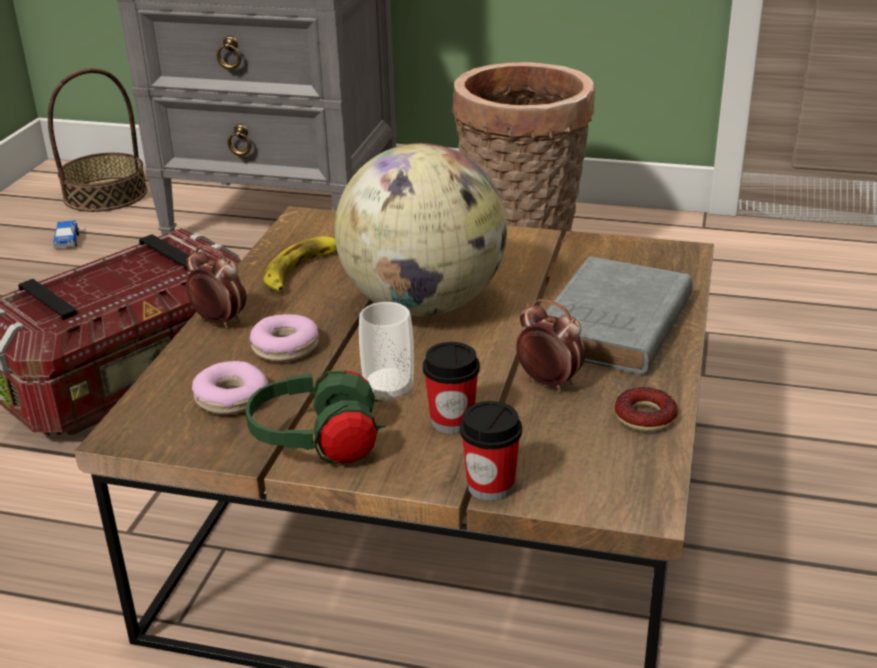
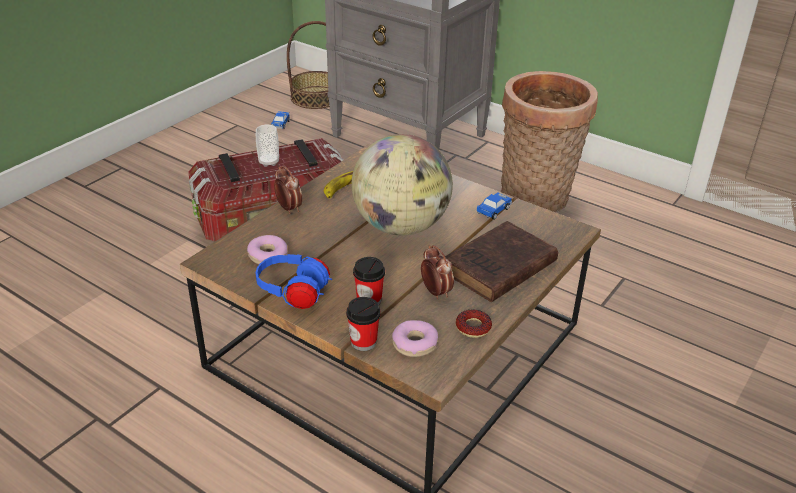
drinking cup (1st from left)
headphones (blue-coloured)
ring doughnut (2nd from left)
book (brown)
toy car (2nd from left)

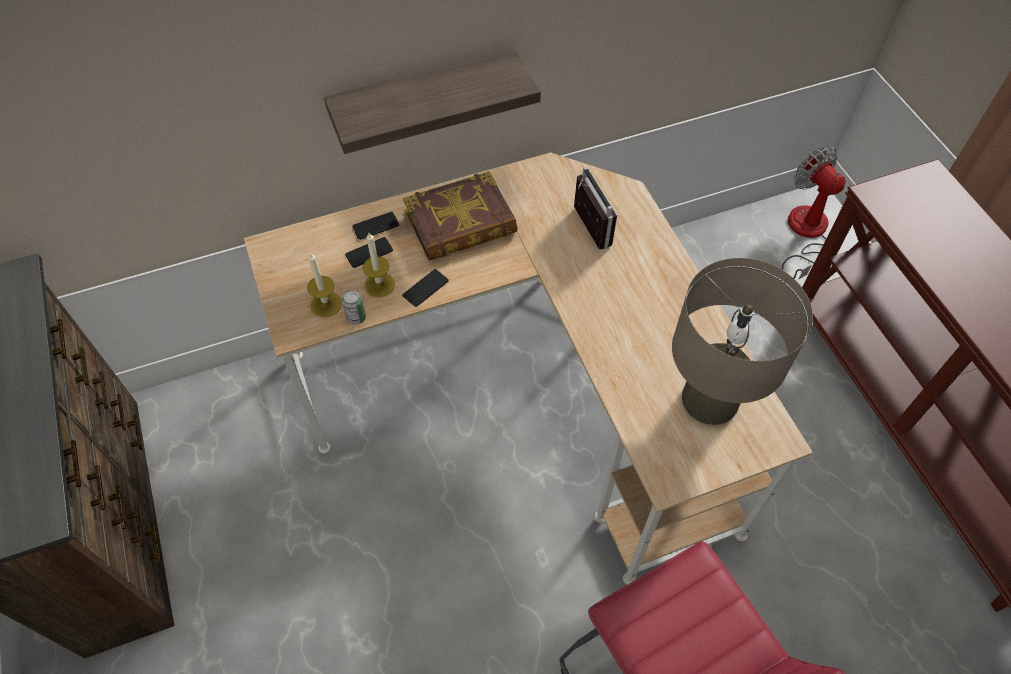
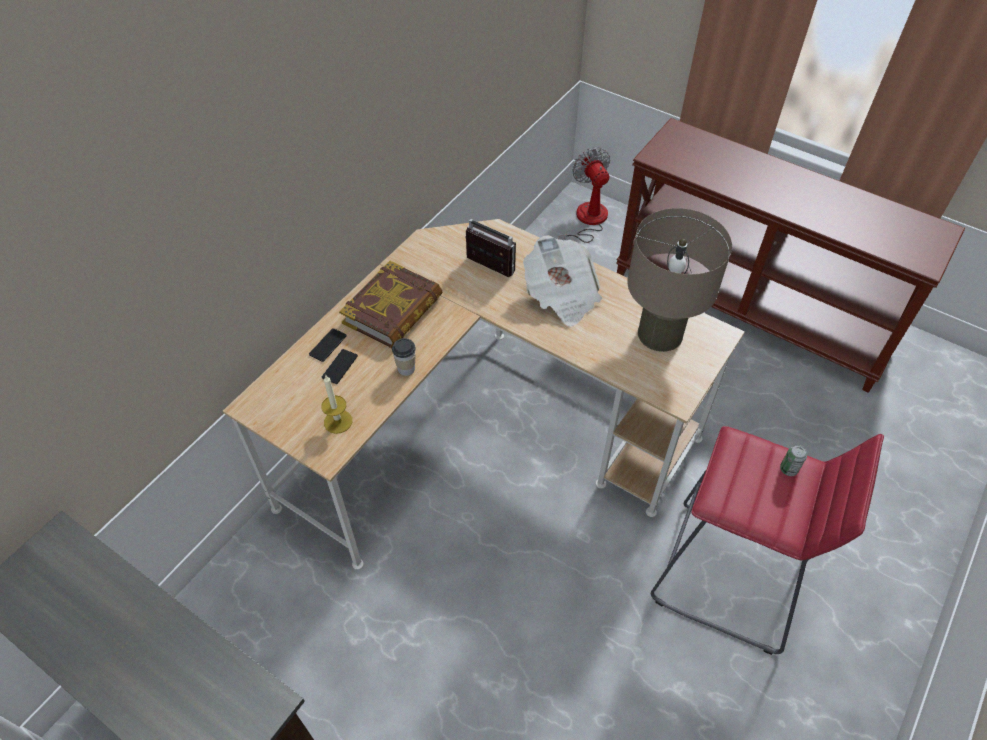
drinking cup
daily paper
electric fan
can
wall shelf
wax light (2nd from left in the first image)

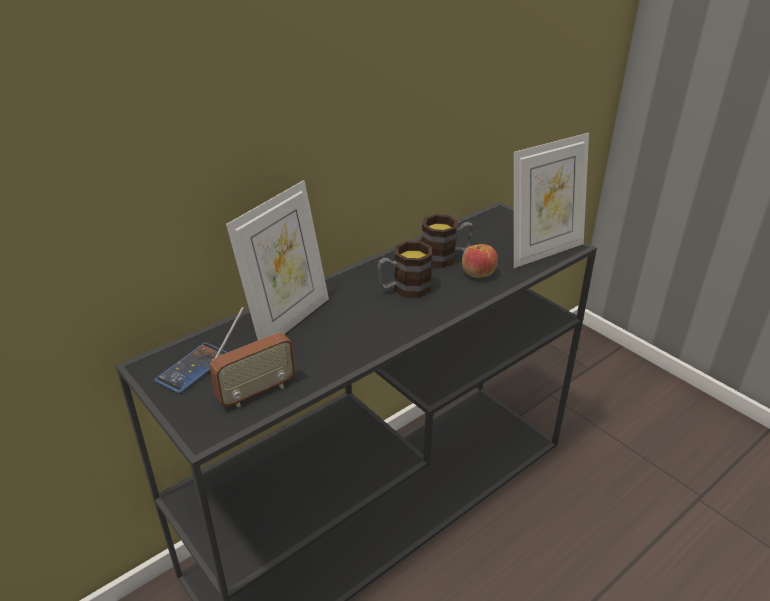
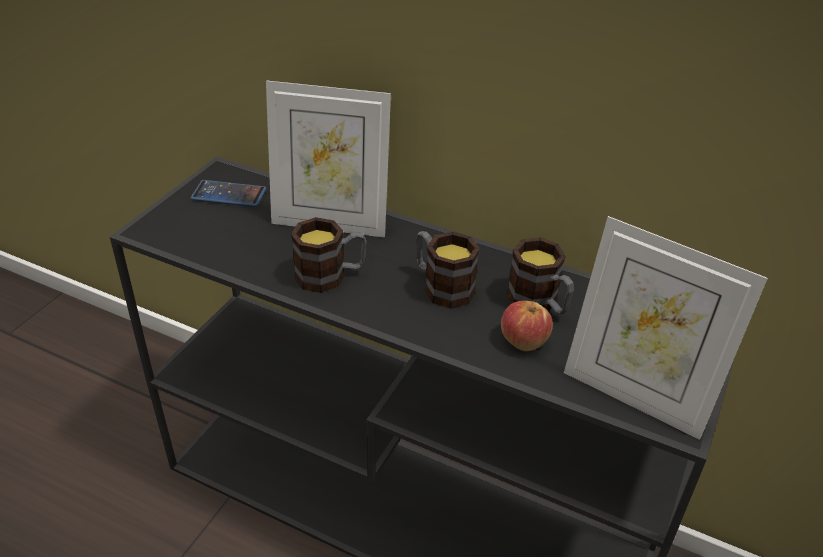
mug (1st from left)
radio

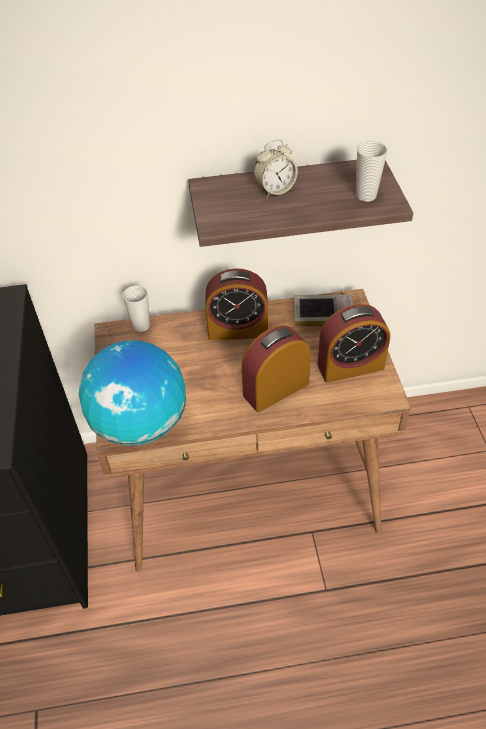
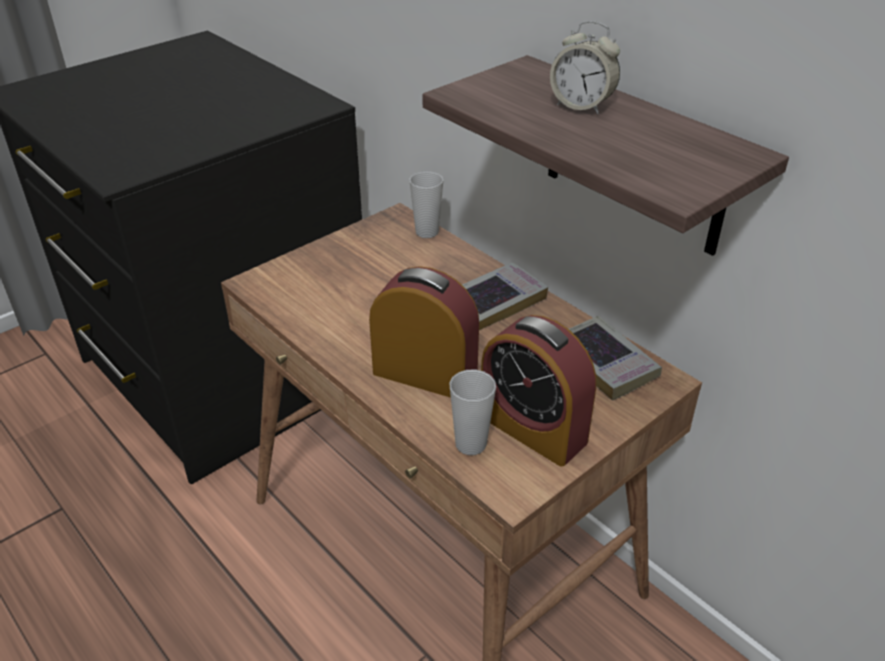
drinking cup (2nd from left)
book (1st from left)
globe

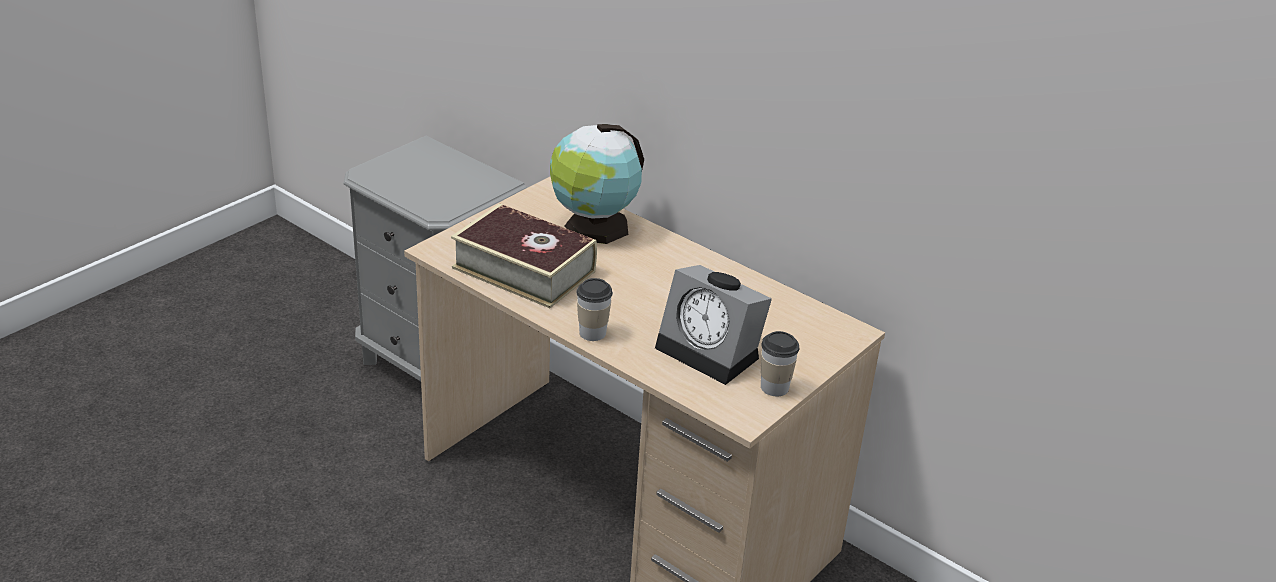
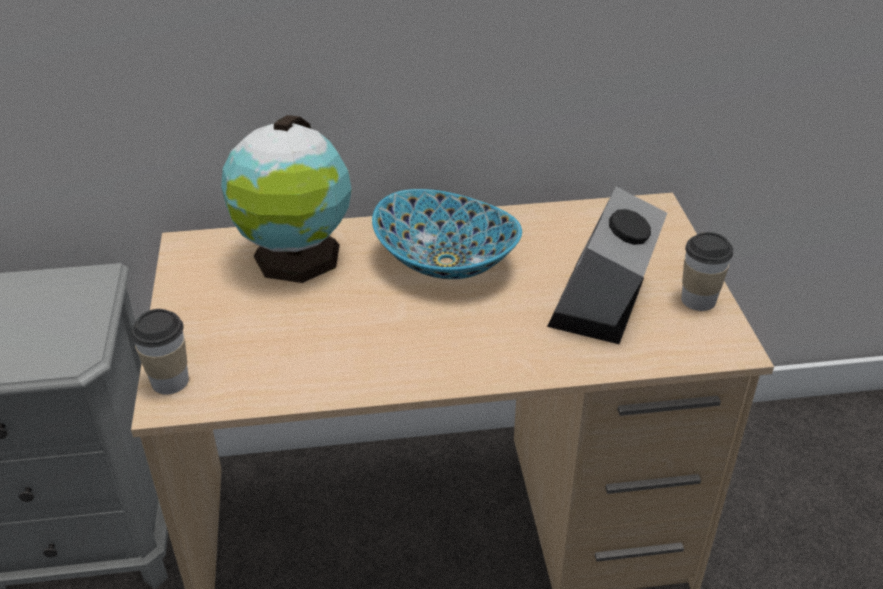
drinking cup (1st from left)
deep dish
bedside clock
book

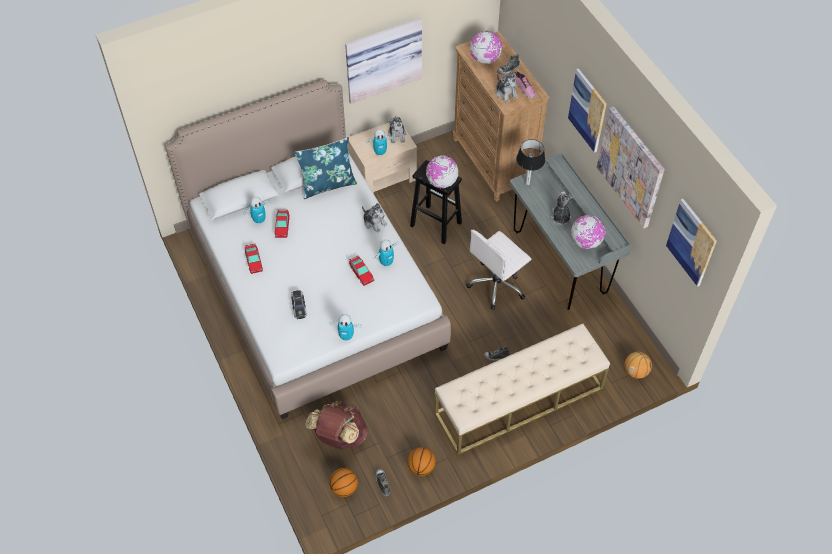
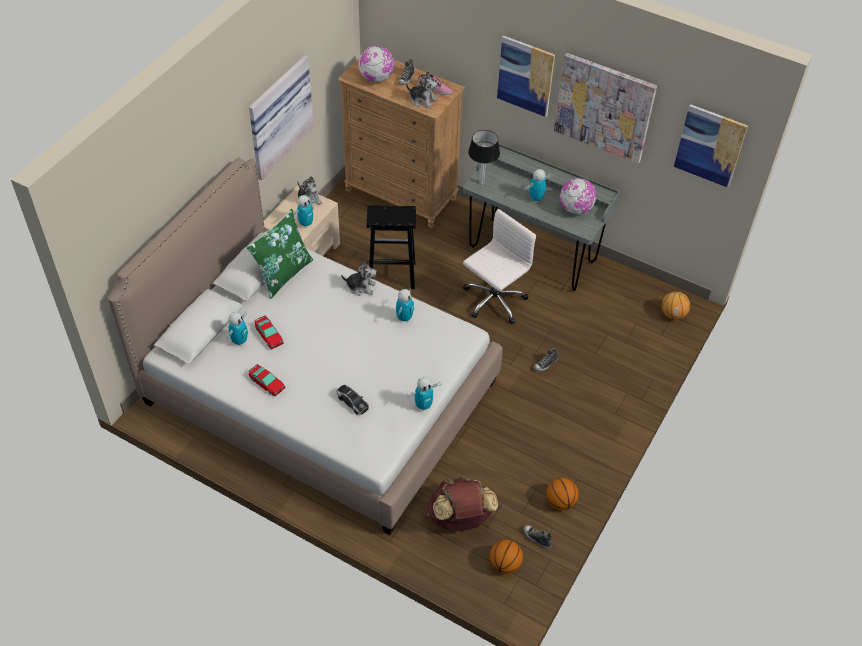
pillow (green-coloured)
office chair (whitish)
toy robot (5th from left)
toy car (4th from left in the first image)
globe (1st from left in the first image)
indoor bench (beige)

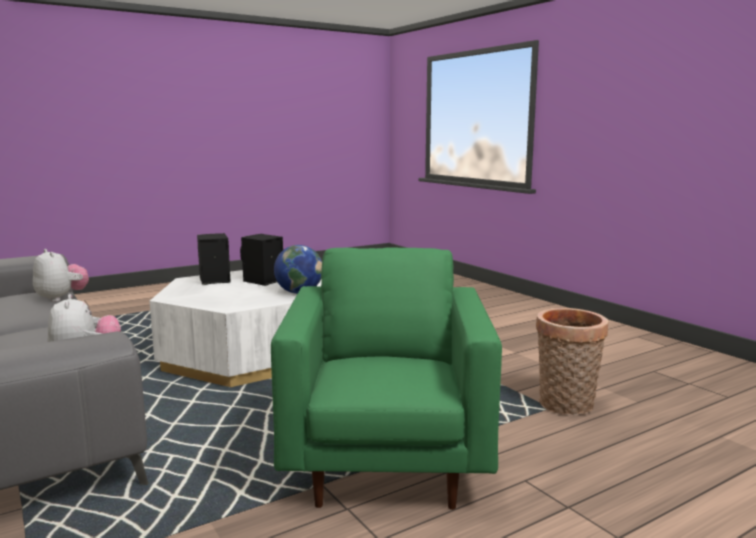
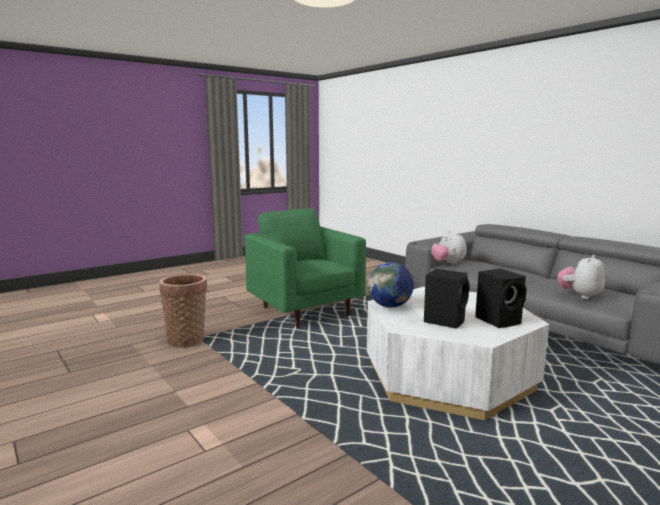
armchair (green-coloured)
plush toy (2nd from left)

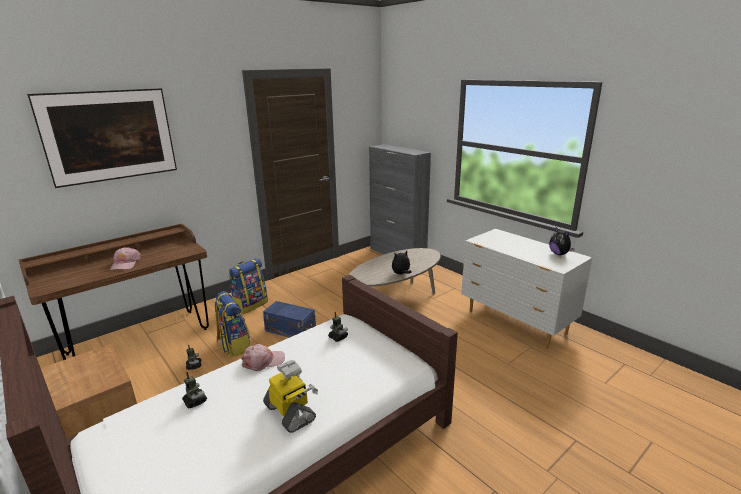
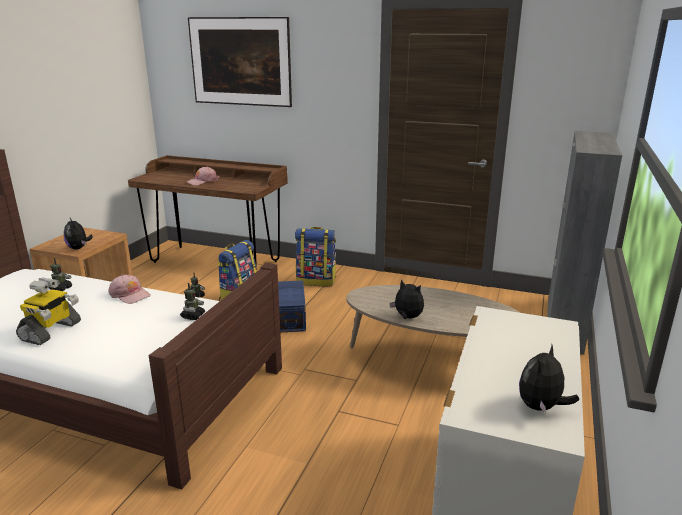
plush toy (1st from left)

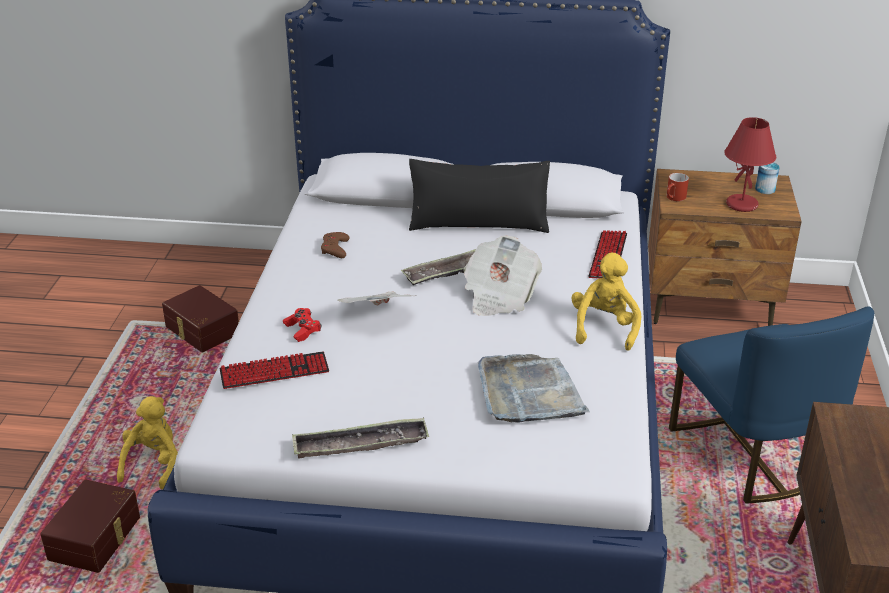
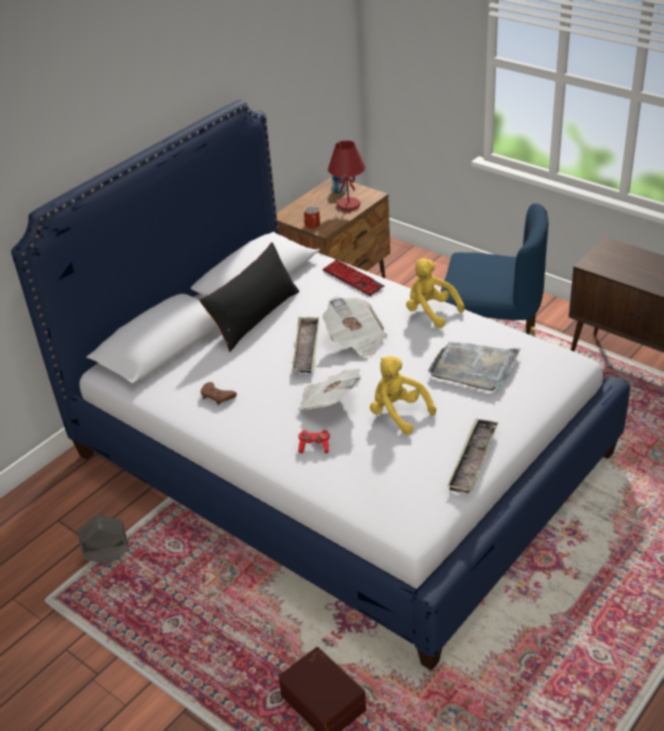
flower pot (greyish)
plush toy (yellowish) (1st from left)
PC keyboard (1st from left in the first image)

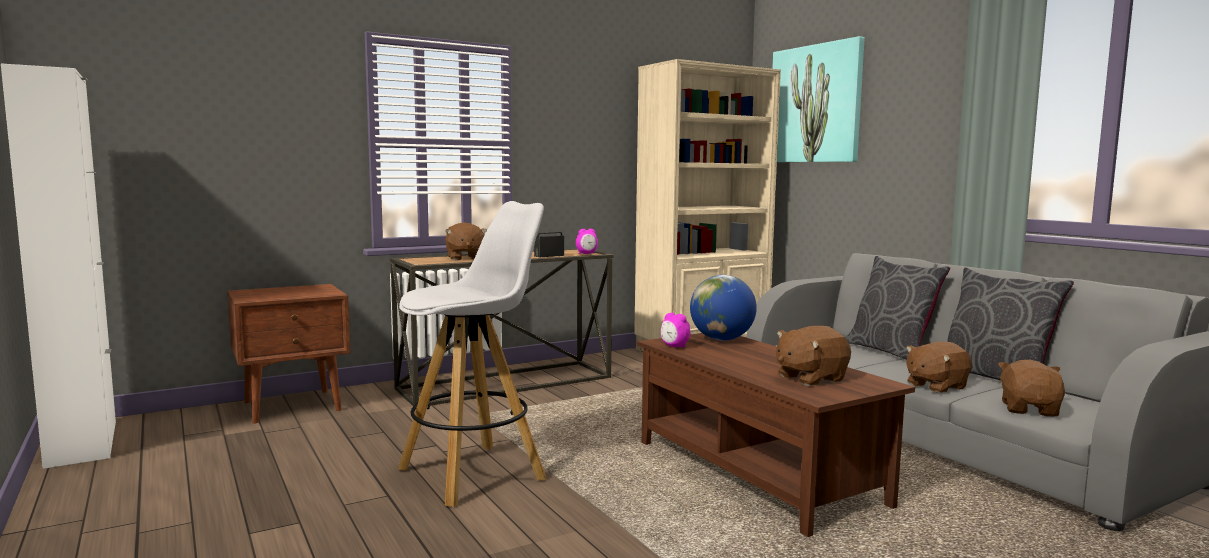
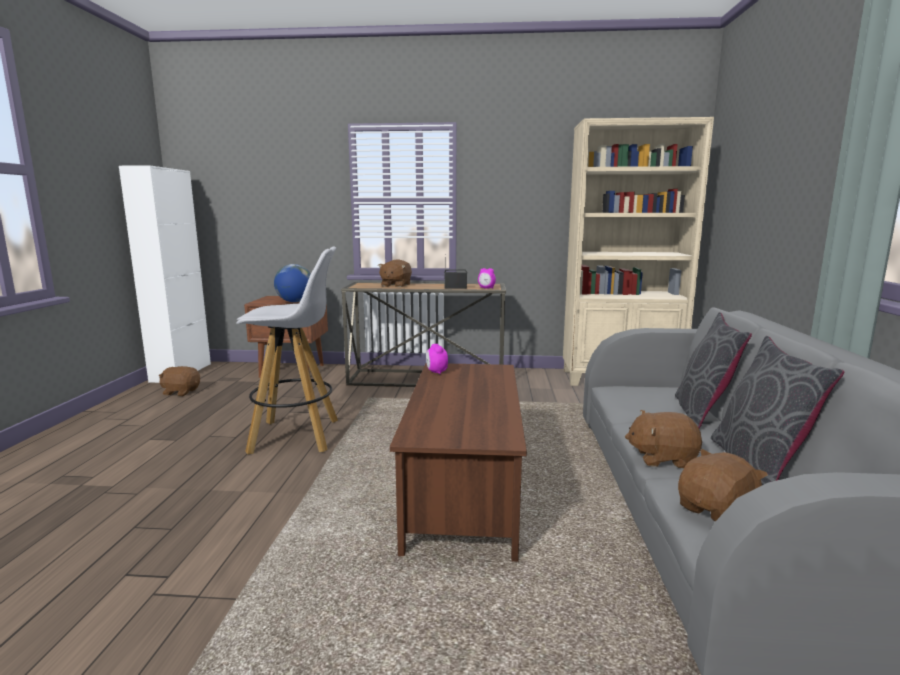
plush toy (brown) (1st from left)
globe
picture

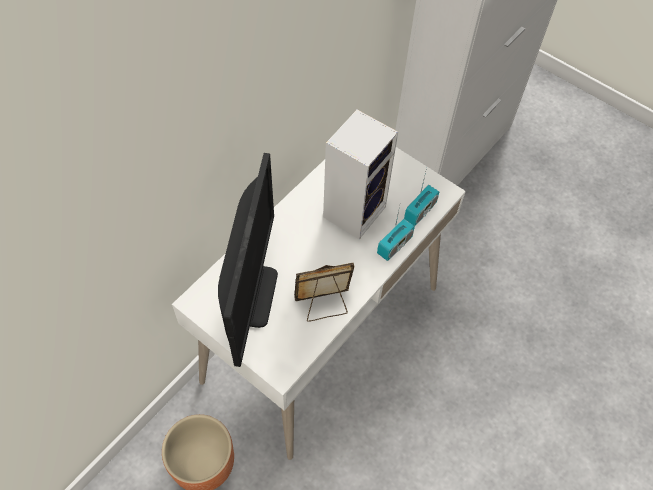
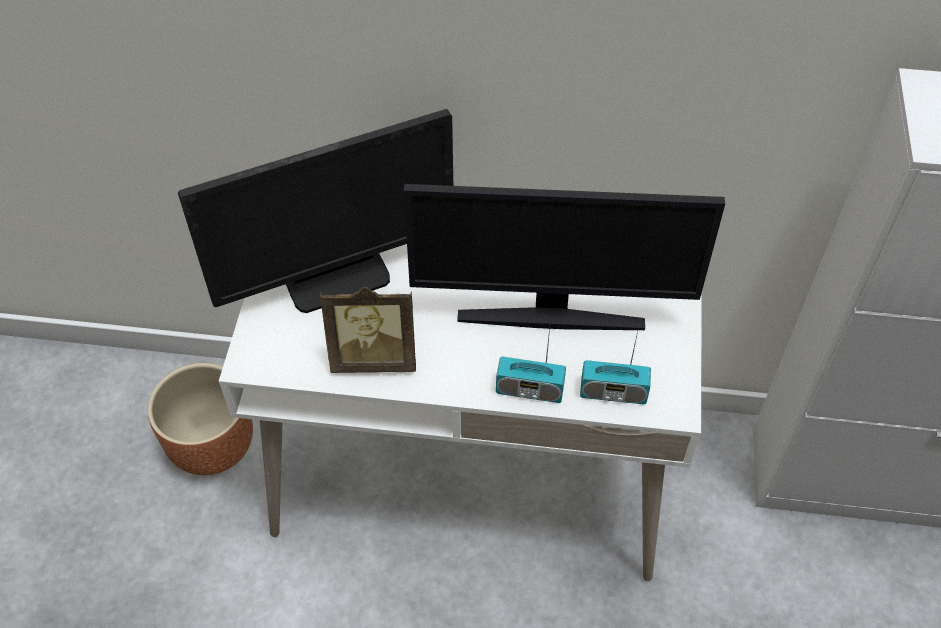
standing frame
computer display (2nd from left)

